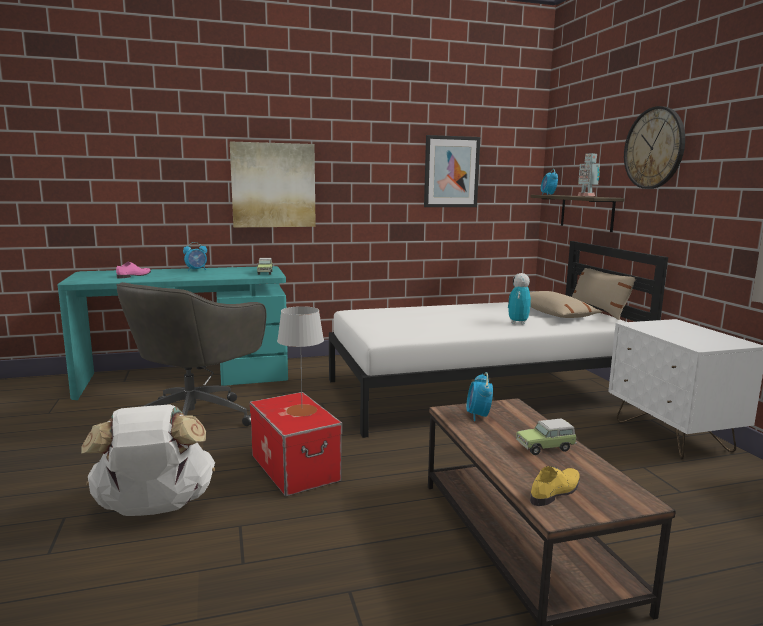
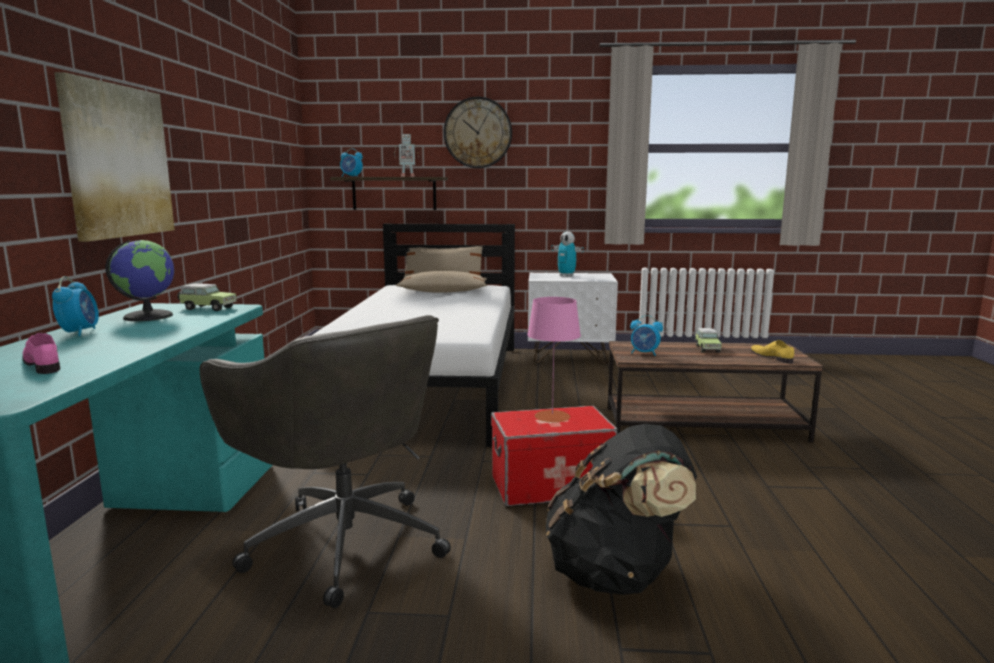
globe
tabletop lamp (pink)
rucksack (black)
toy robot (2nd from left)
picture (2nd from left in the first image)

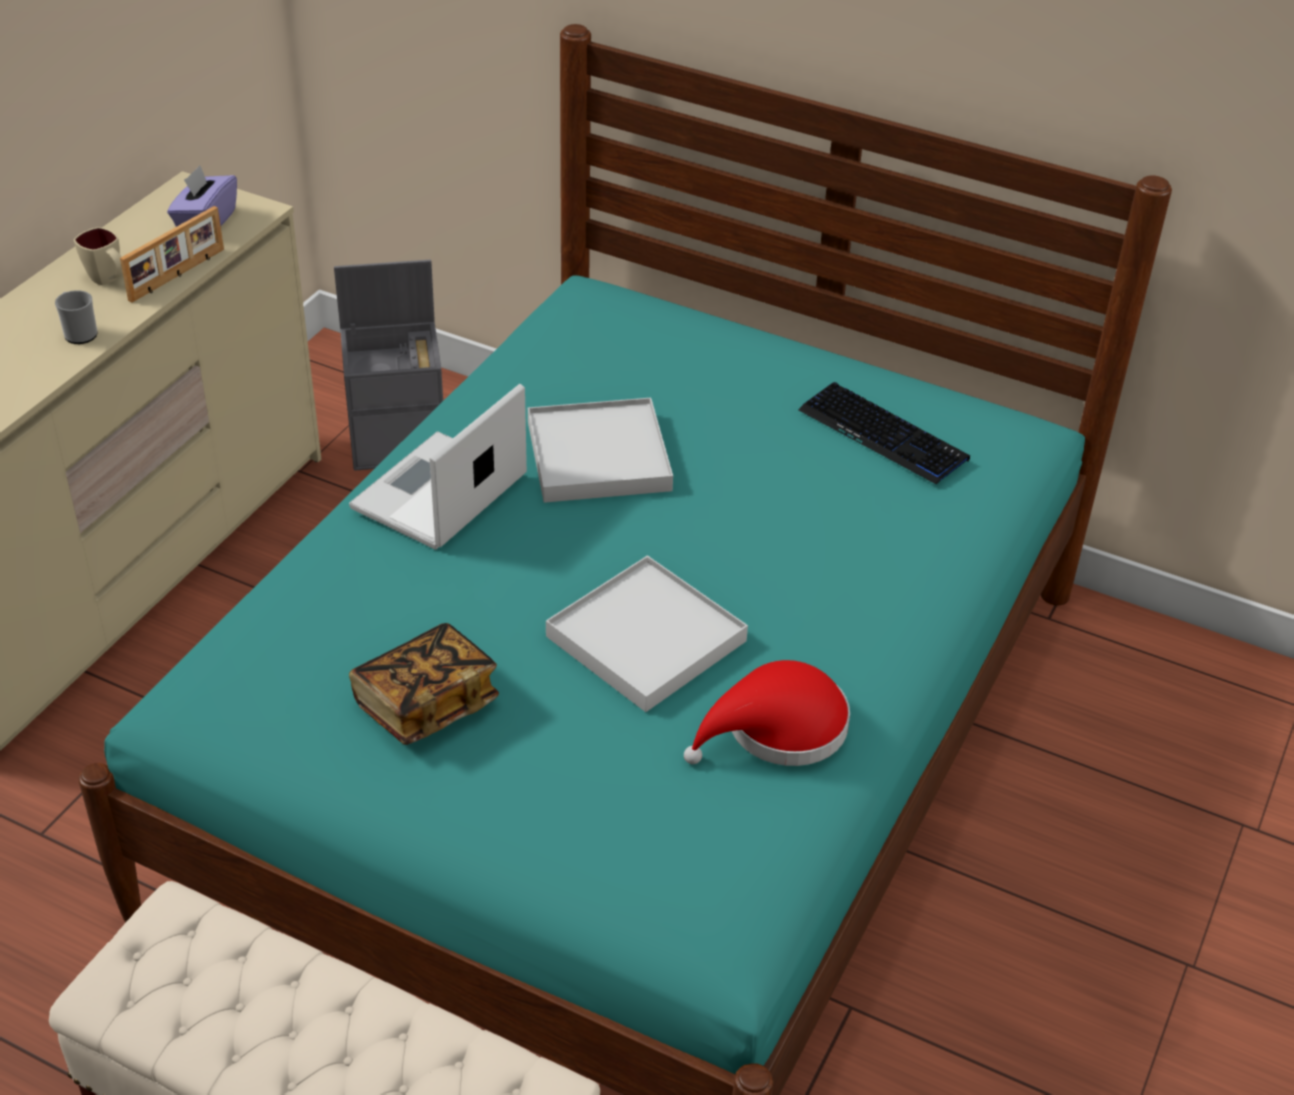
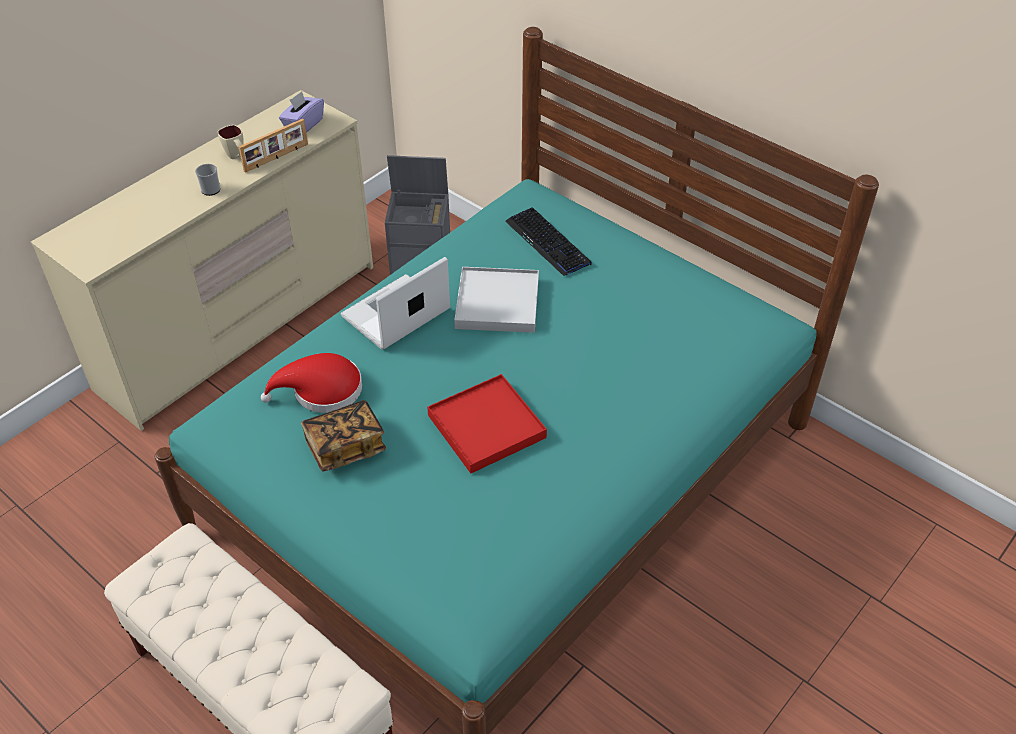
clothing hat (red-coloured)
tray (red-coloured)
PC keyboard

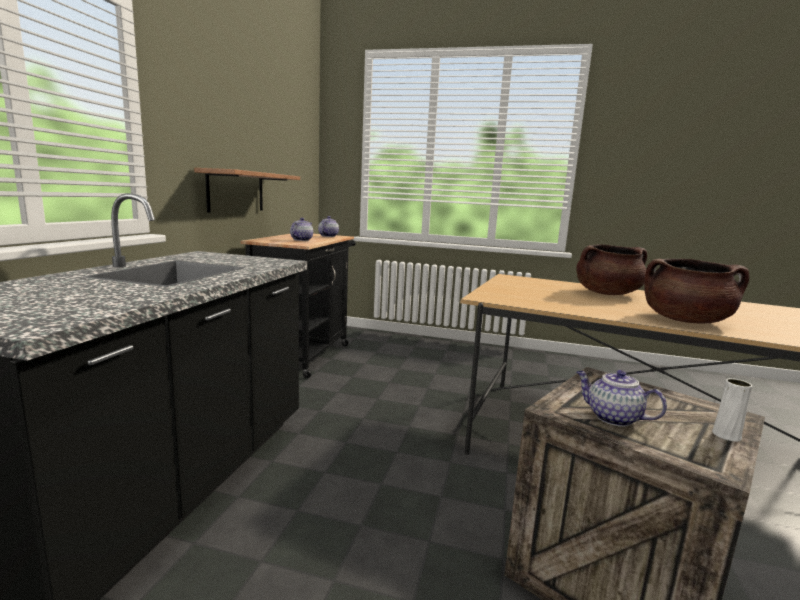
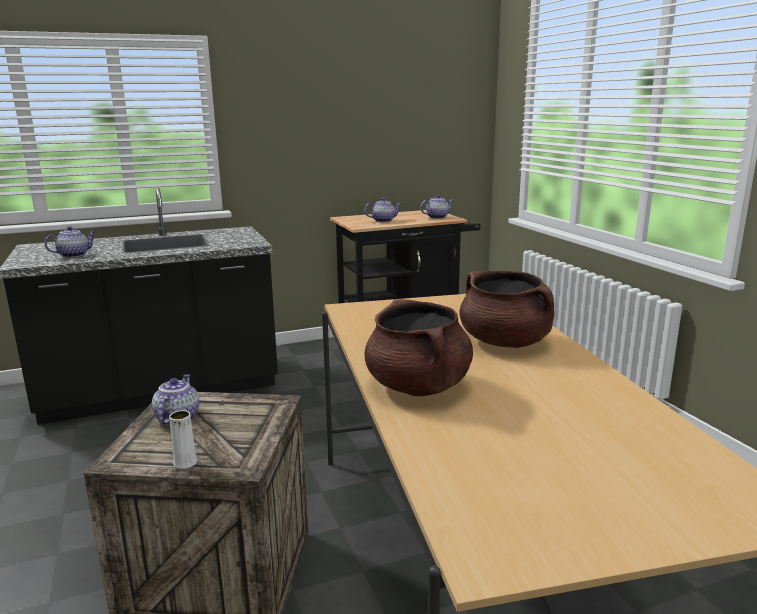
tea pot (1st from left)
wall shelf

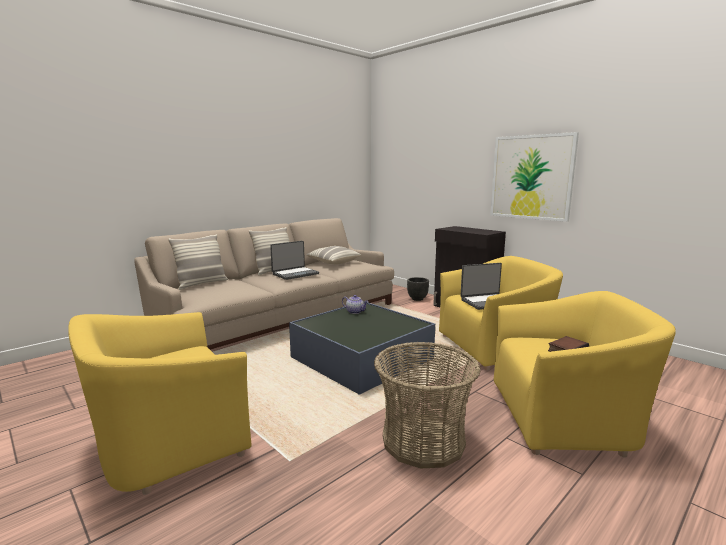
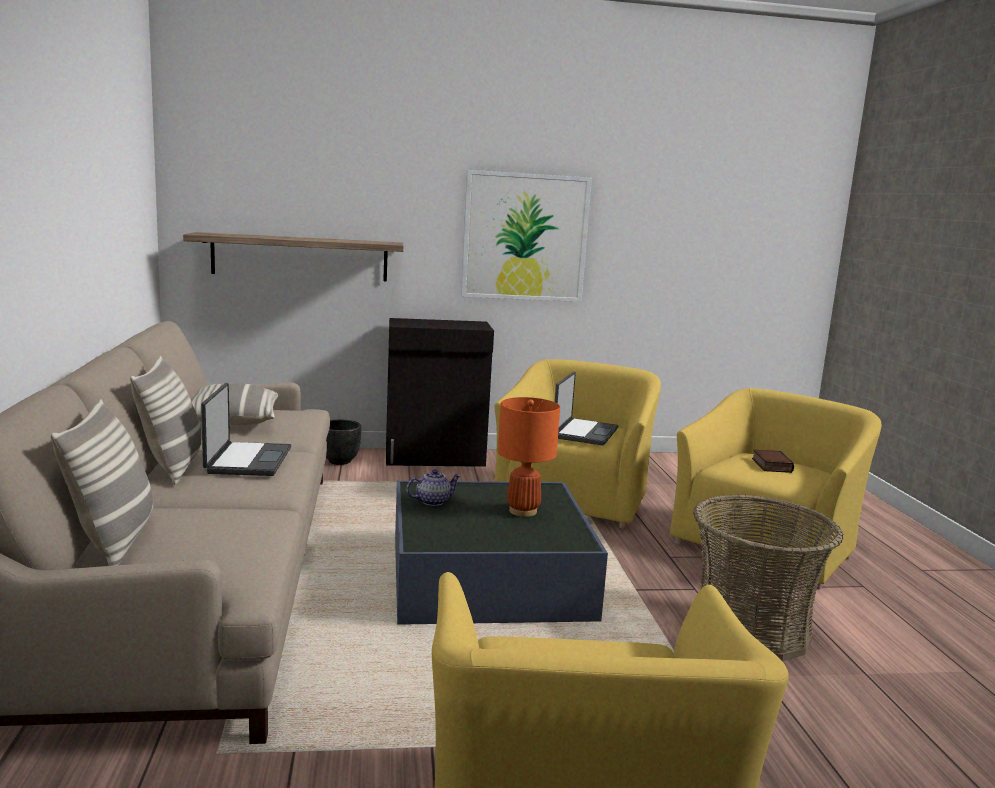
wall shelf
tabletop lamp (orange)

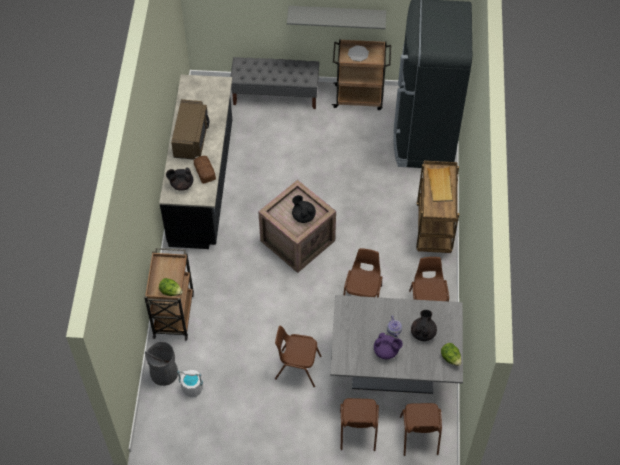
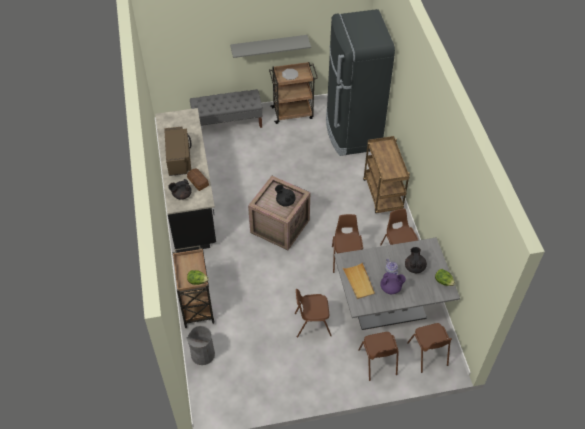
tray (beige)
pail (whitish)

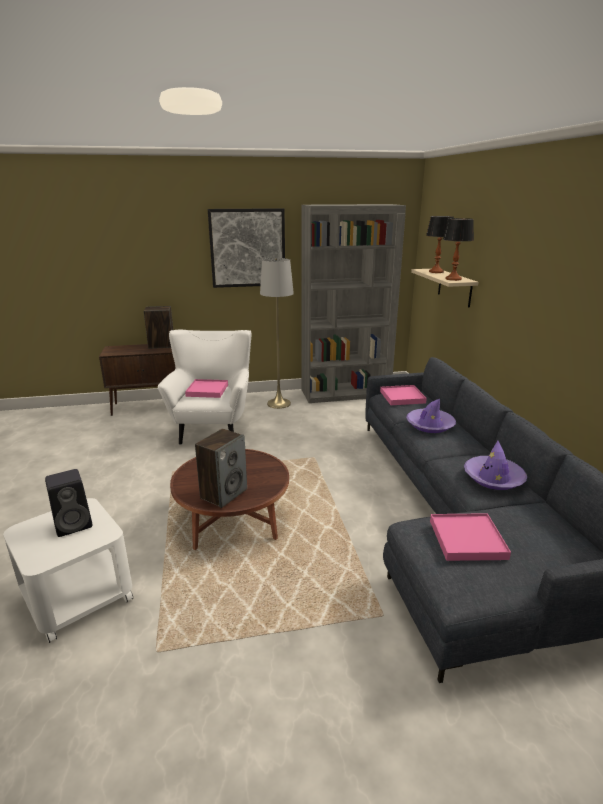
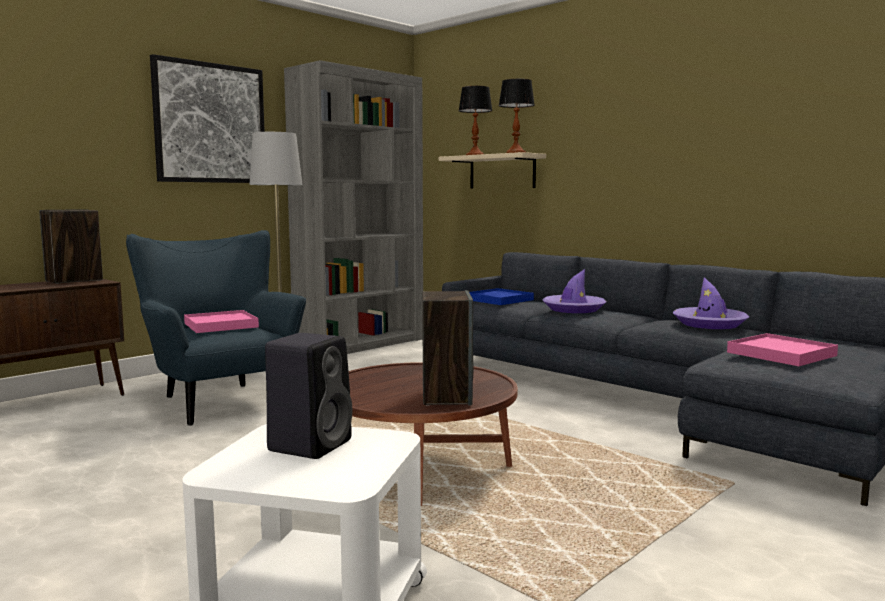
armchair (blue-coloured)
tray (blue-coloured)

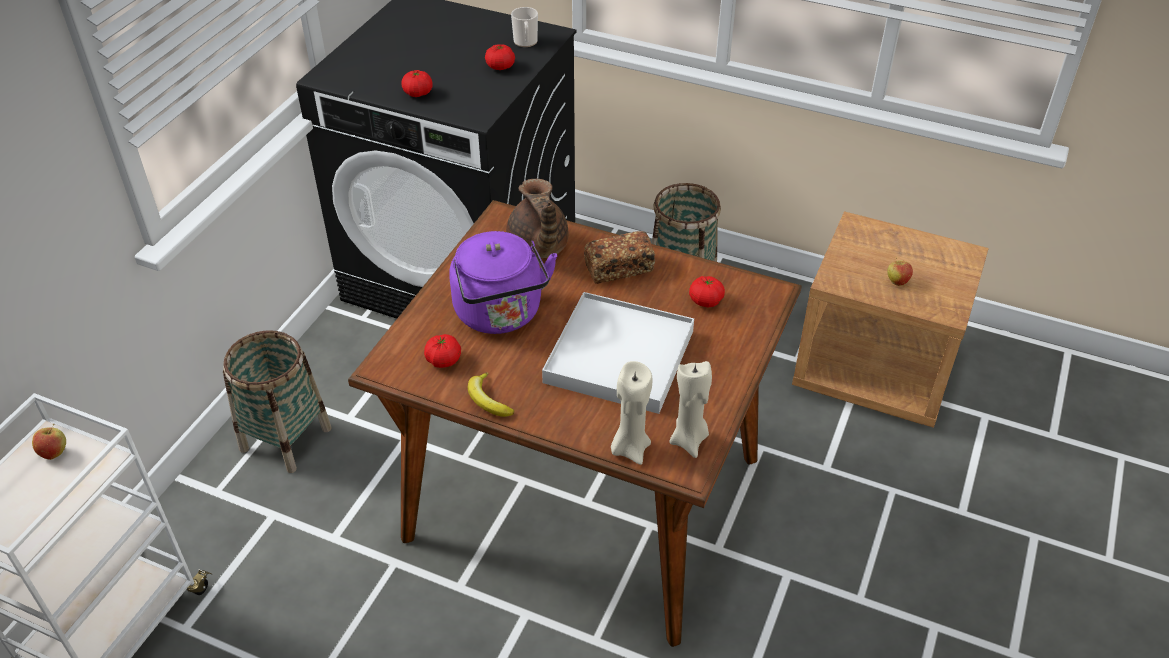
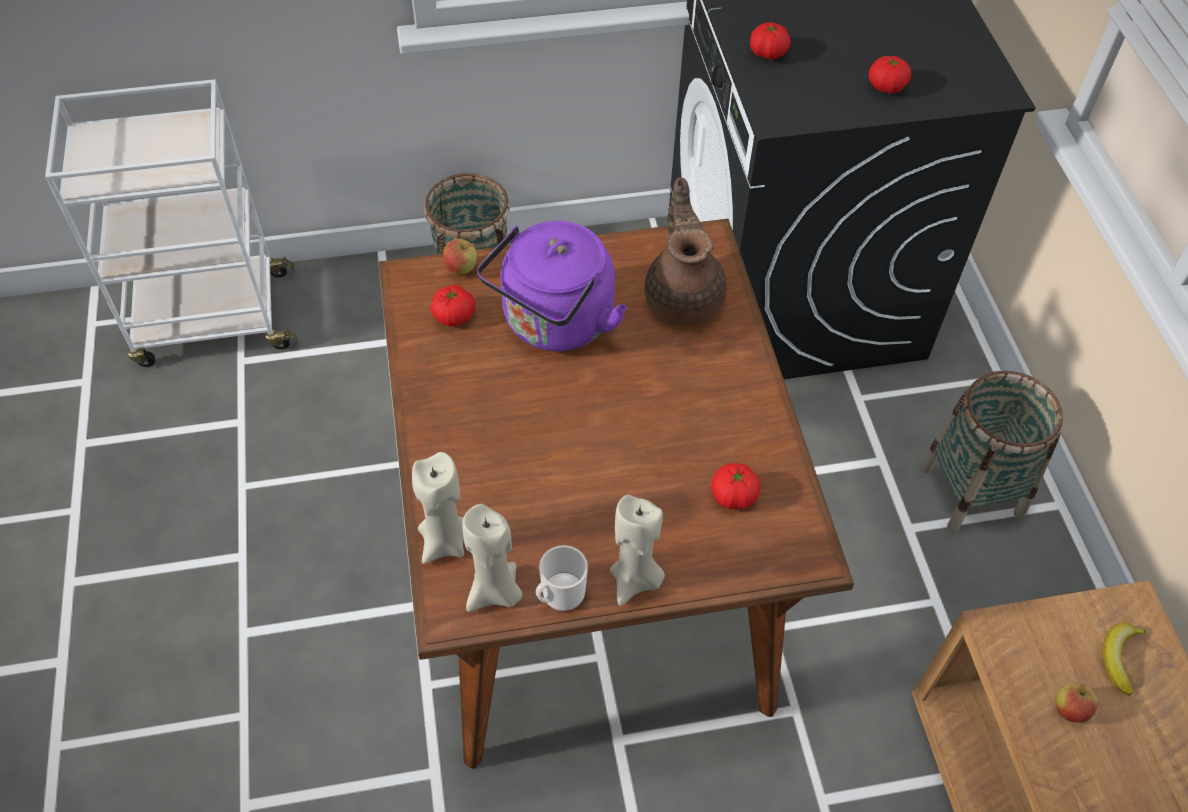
whole apple (1st from left)
mug
wax light (beige) (3rd from left)
tea pot (brown)
banana
tray (whitish)
bakery bread

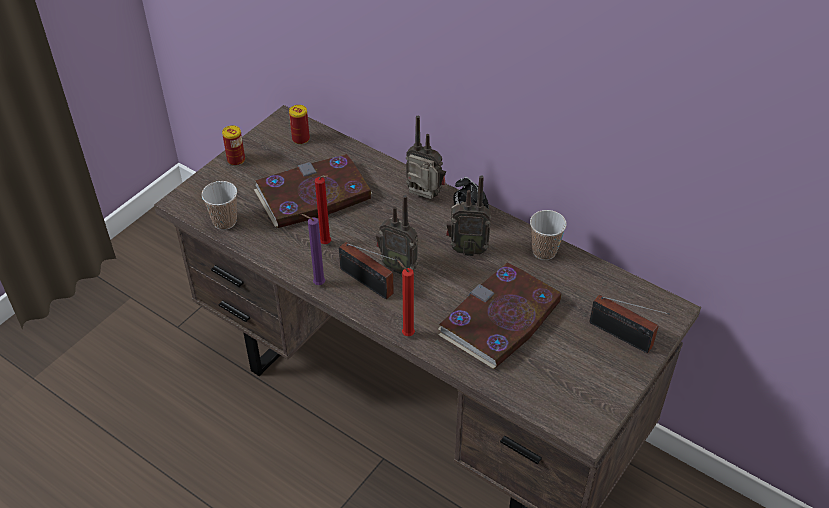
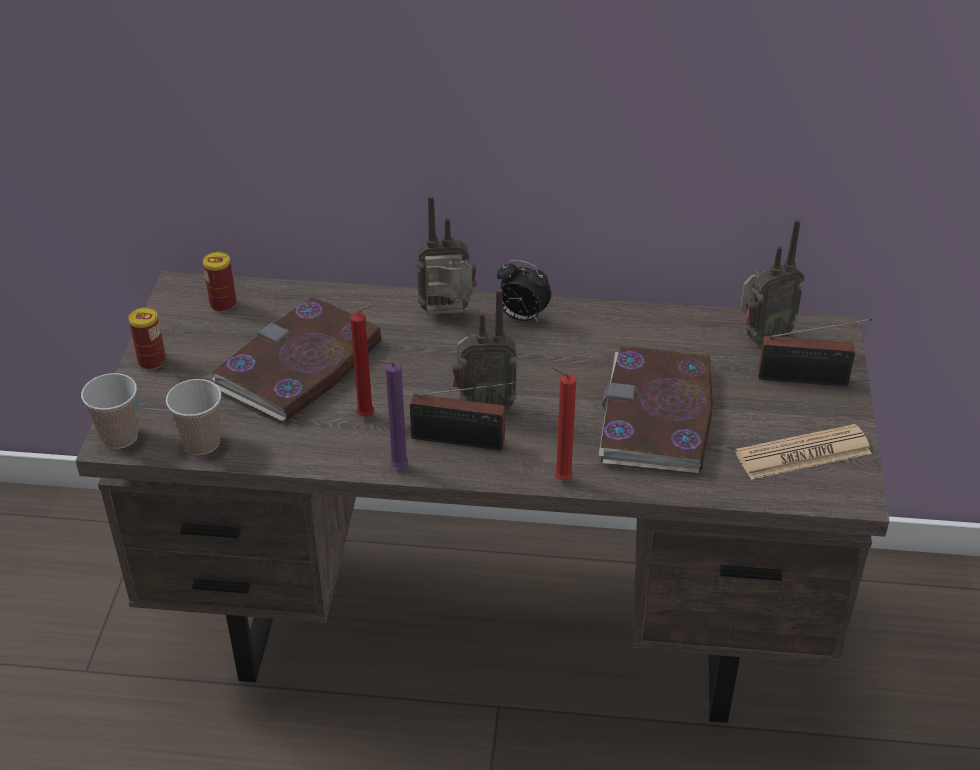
drinking cup (1st from left)
daily paper
radio (4th from left)

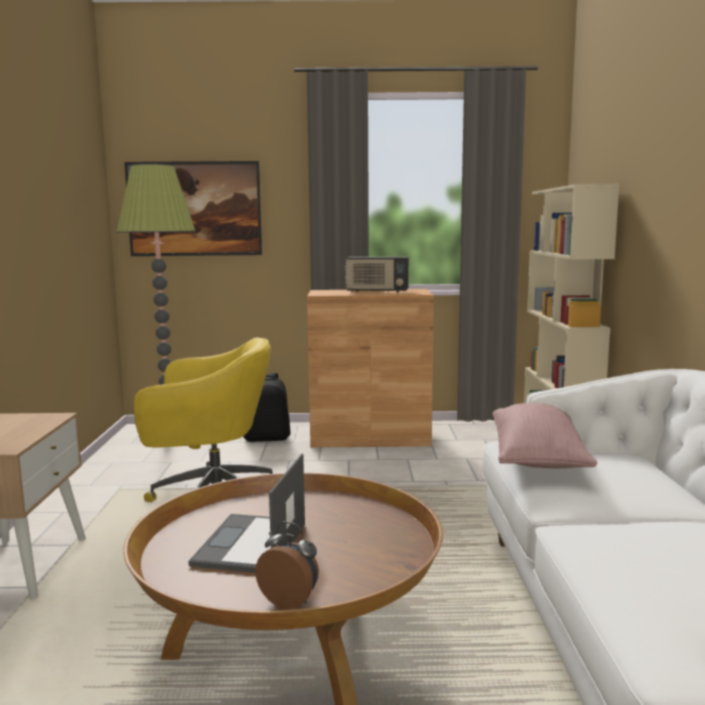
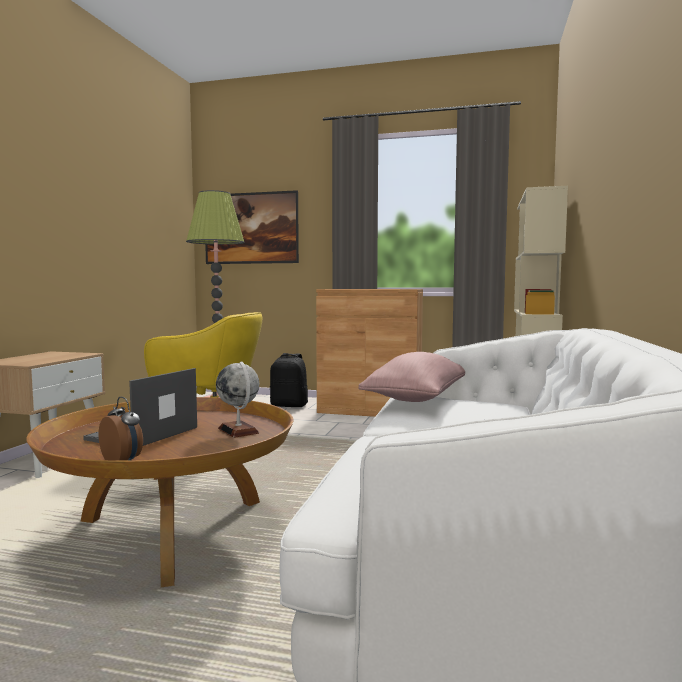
globe
radio

